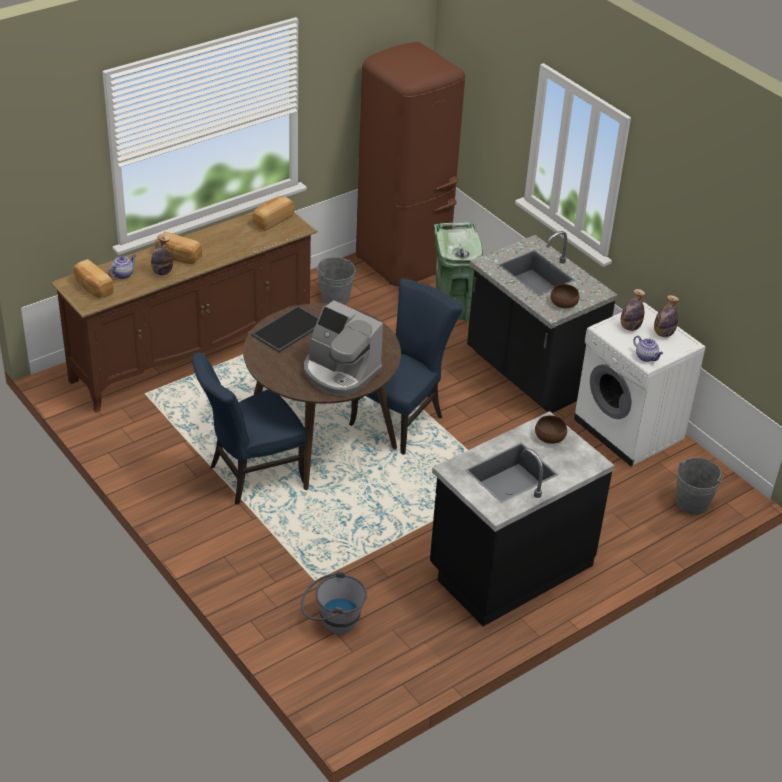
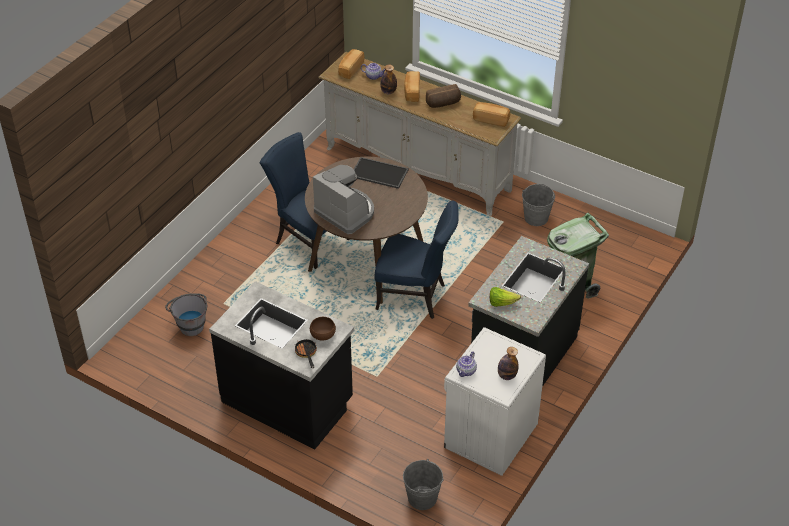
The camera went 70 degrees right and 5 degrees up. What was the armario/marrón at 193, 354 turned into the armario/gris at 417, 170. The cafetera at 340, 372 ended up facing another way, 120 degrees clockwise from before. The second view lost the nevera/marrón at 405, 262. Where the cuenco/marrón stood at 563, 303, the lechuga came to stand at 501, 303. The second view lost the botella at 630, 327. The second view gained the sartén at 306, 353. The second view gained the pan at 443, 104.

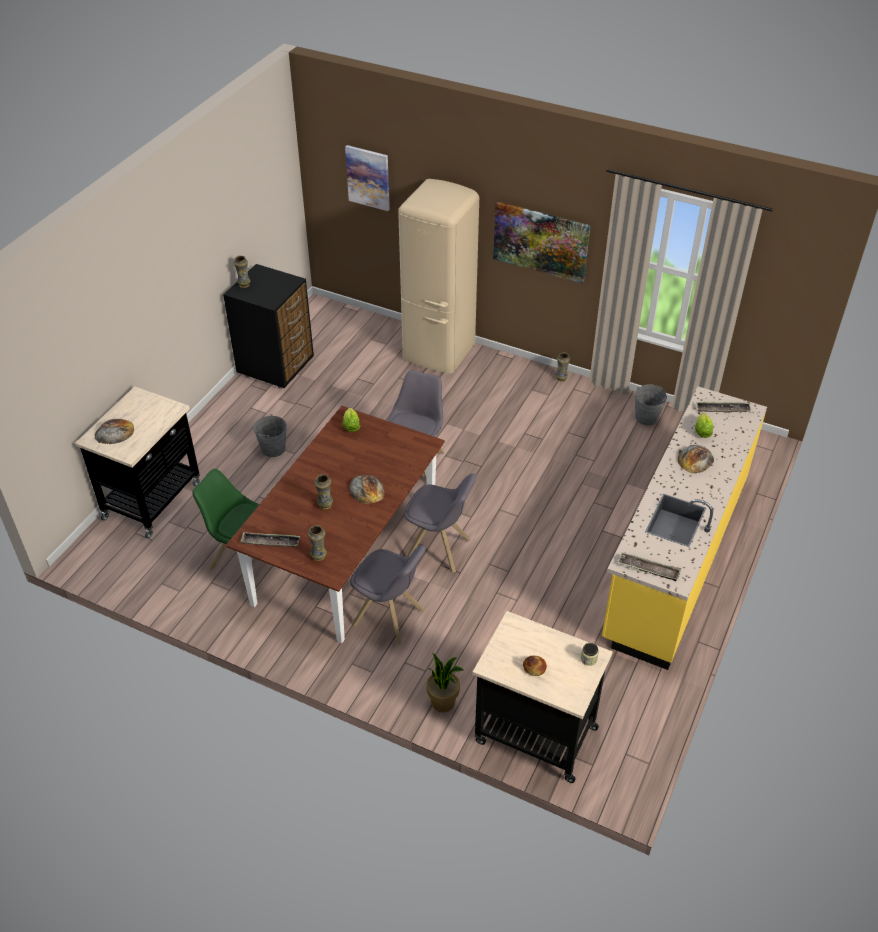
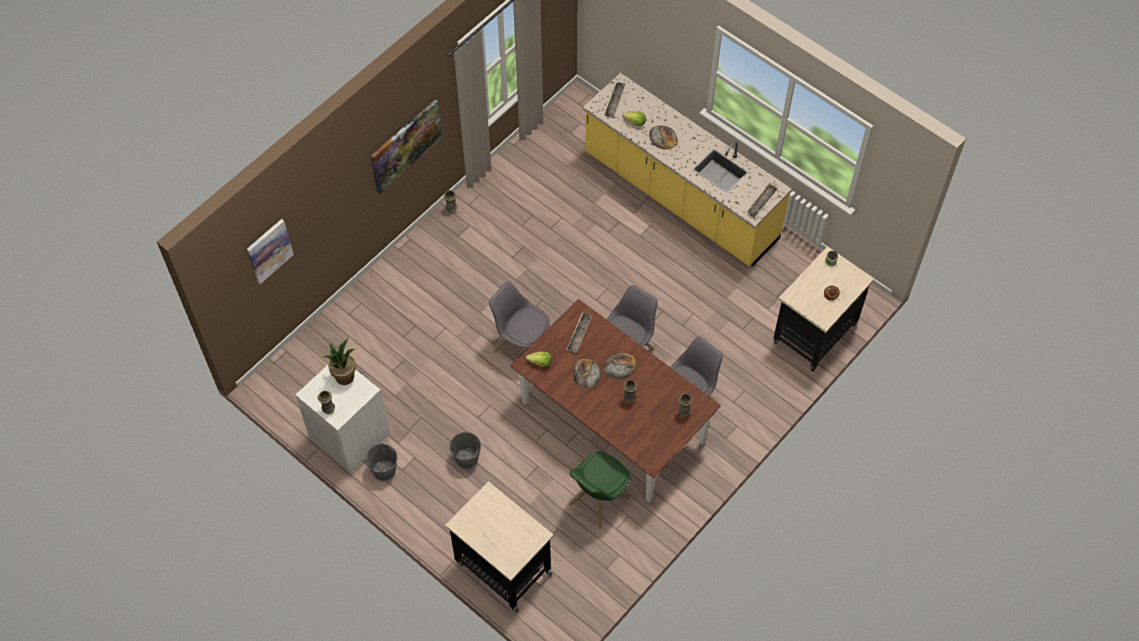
The camera went 75 degrees left and 15 degrees up. The pan ended up elsewhere, having gone from 114, 432 to 586, 373. What was the cómoda/negro at 276, 368 turned into the cómoda/blanco at 351, 438. The bandeja ended up elsewhere, having gone from 270, 542 to 579, 334. The second view lost the nevera/beis at 438, 353. The planta en maceta ended up elsewhere, having gone from 443, 702 to 344, 376. The cubo/gris ended up elsewhere, having gone from 646, 417 to 384, 470.

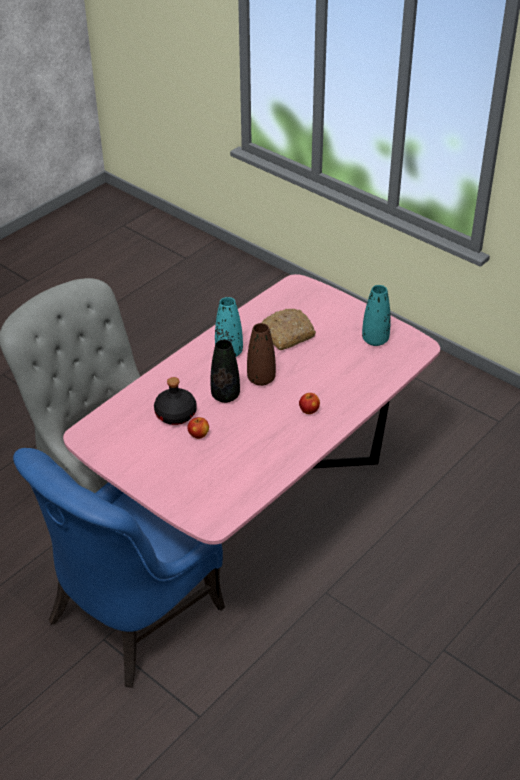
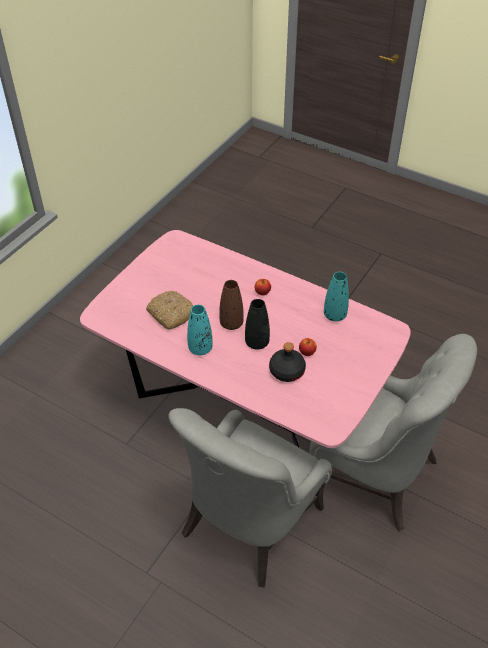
The camera went 100 degrees left and 5 degrees up. What was the silla/azul at 133, 615 turned into the silla/gris at 375, 472. The florero/turquesa ended up elsewhere, having gone from 375, 340 to 334, 315.

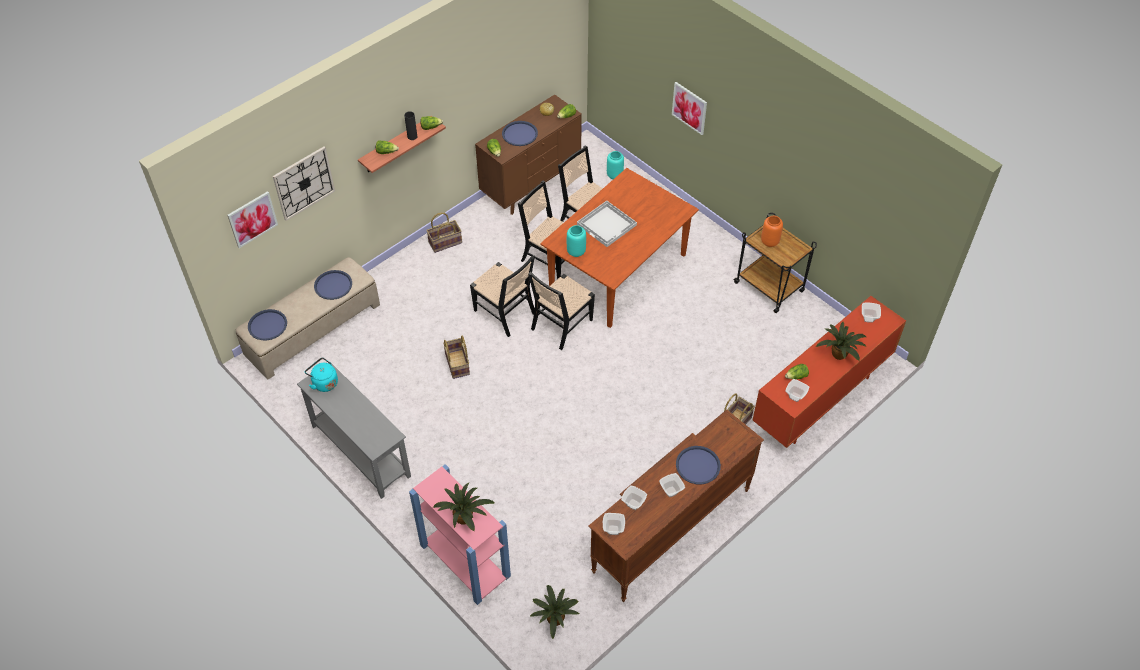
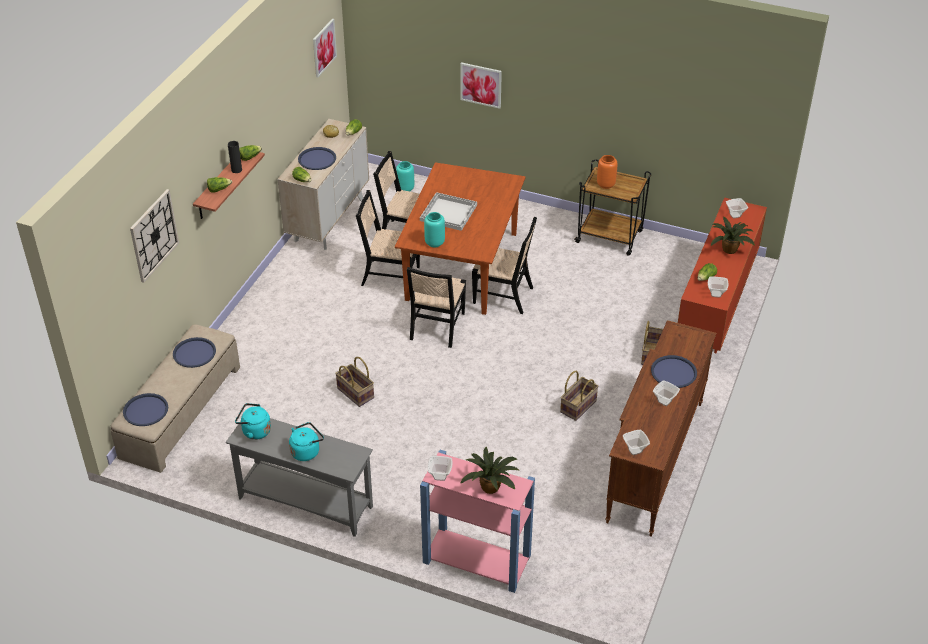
The camera went 25 degrees left and 10 degrees down. The cuadro ended up elsewhere, having gone from 252, 219 to 324, 47. The cesta ended up elsewhere, having gone from 445, 242 to 578, 406. The silla ended up elsewhere, having gone from 504, 312 to 503, 296. What was the cómoda/marrón at 531, 185 turned into the cómoda/blanco at 328, 220. The second view lost the planta en maceta at 554, 618. The cuenco ended up elsewhere, having gone from 633, 504 to 440, 475. The second view gained the hervidor/turquesa at 306, 451.

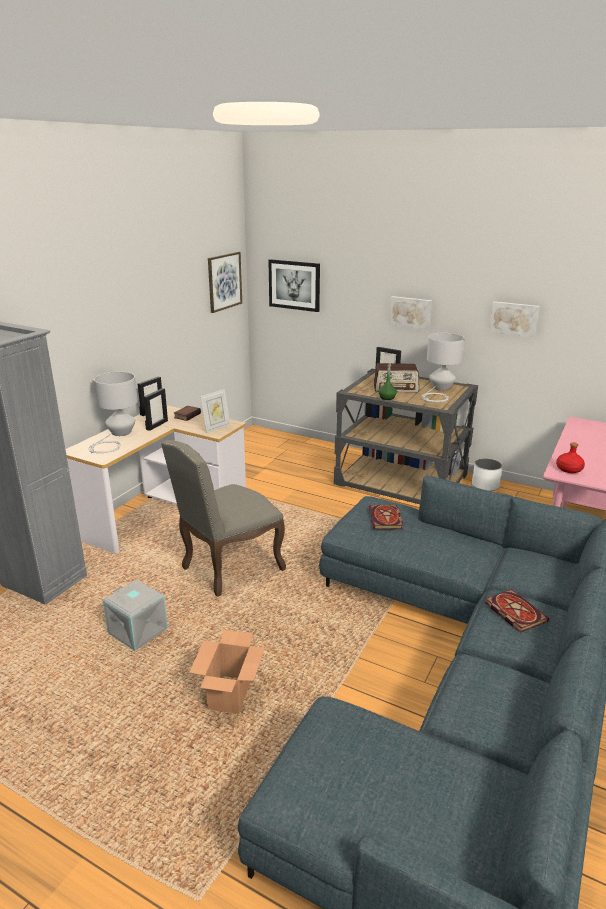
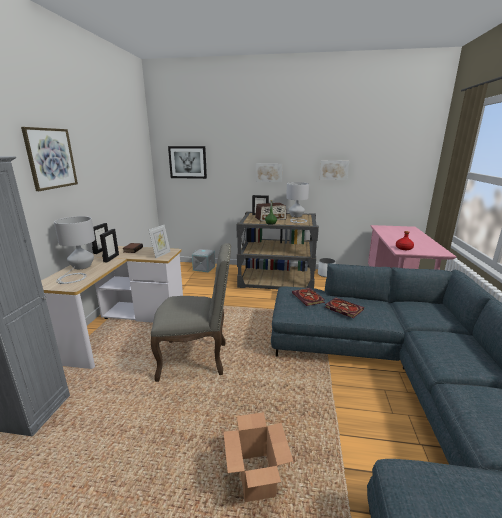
The camera went 20 degrees left and 5 degrees down. The caja de almacenaje/gris ended up elsewhere, having gone from 139, 631 to 204, 268. The silla/gris at 229, 568 ended up facing another way, 120 degrees counterclockwise from before. The cuadro ended up elsewhere, having gone from 224, 281 to 51, 158. The libro ended up elsewhere, having gone from 513, 612 to 342, 308.

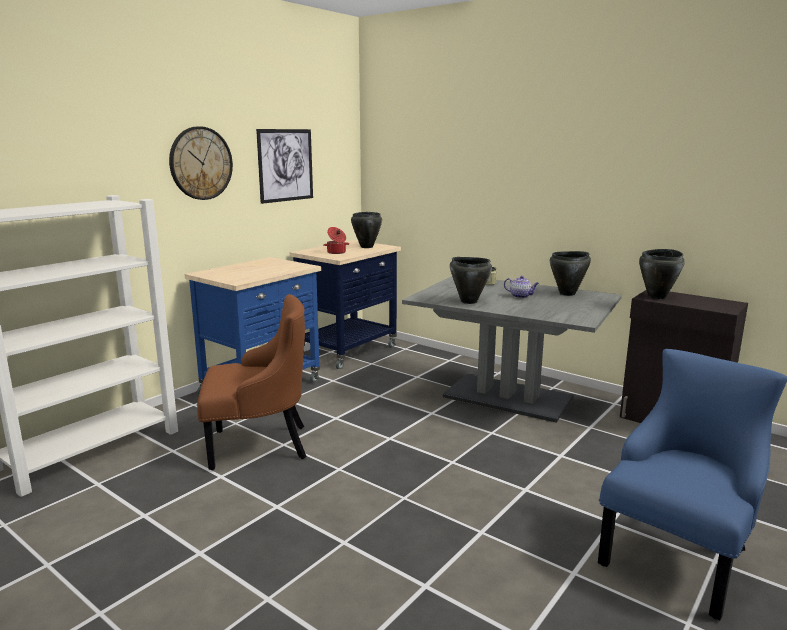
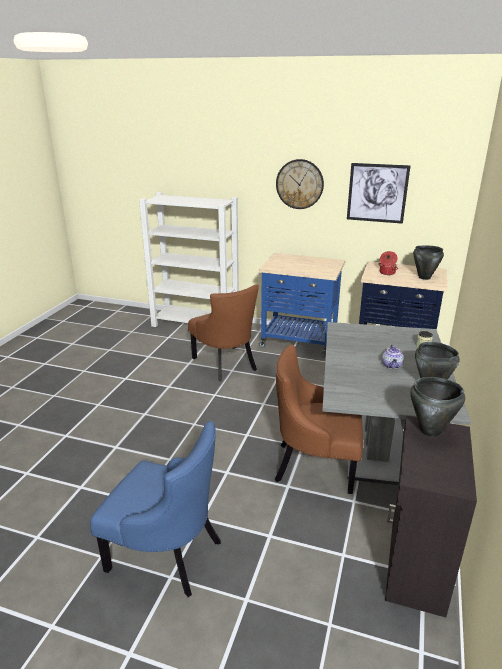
The camera went 70 degrees right and 10 degrees up. The second view lost the olla/negro at 468, 301. The second view gained the silla/marrón at 316, 466.

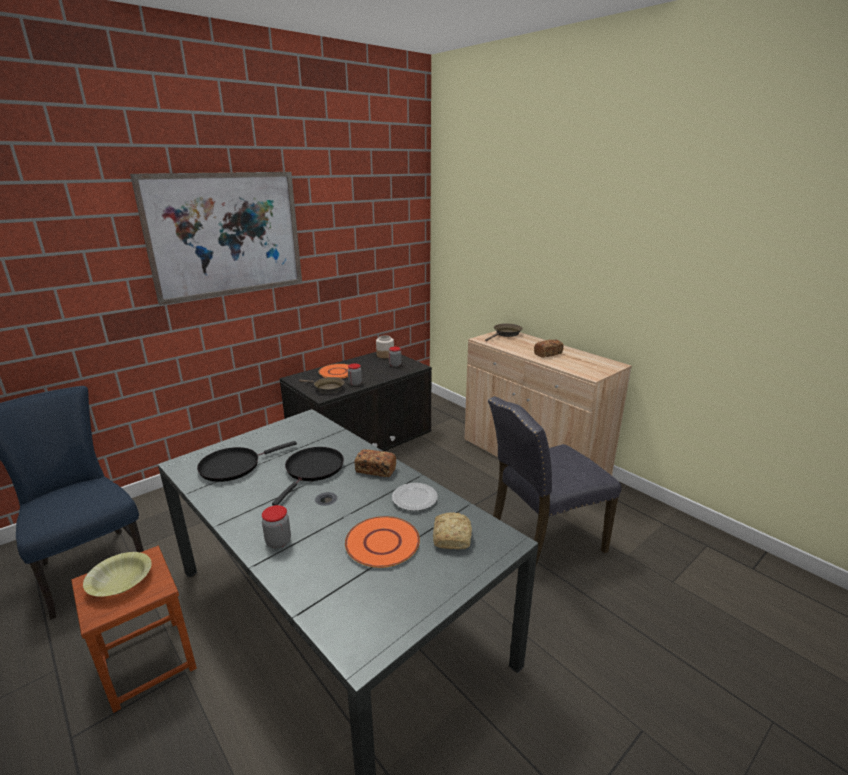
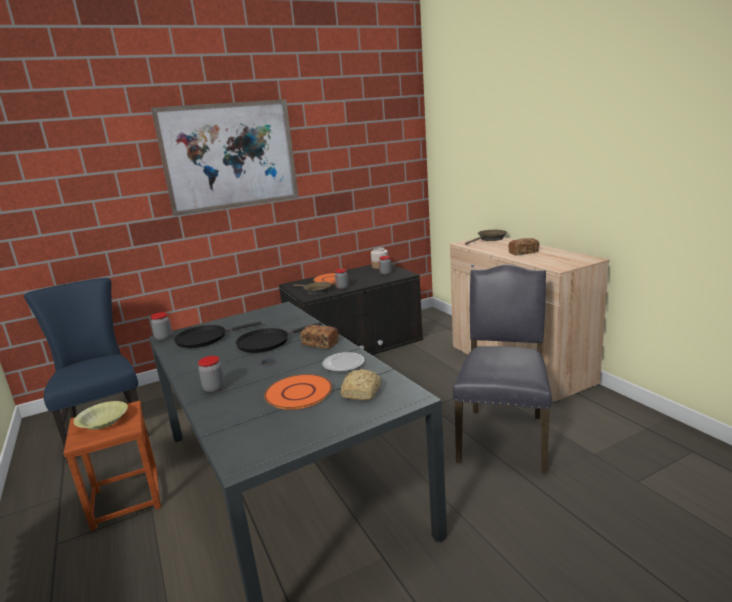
The camera went 15 degrees right and 5 degrees down. The sartén/negro at 313, 470 ended up facing another way, 150 degrees counterclockwise from before. The silla/gris at 542, 542 ended up facing another way, 120 degrees clockwise from before. The second view gained the tarro at 164, 338.

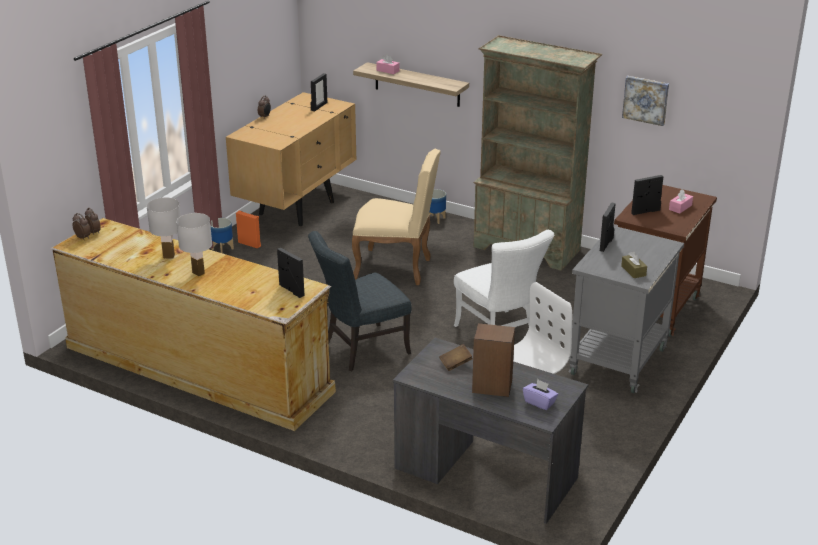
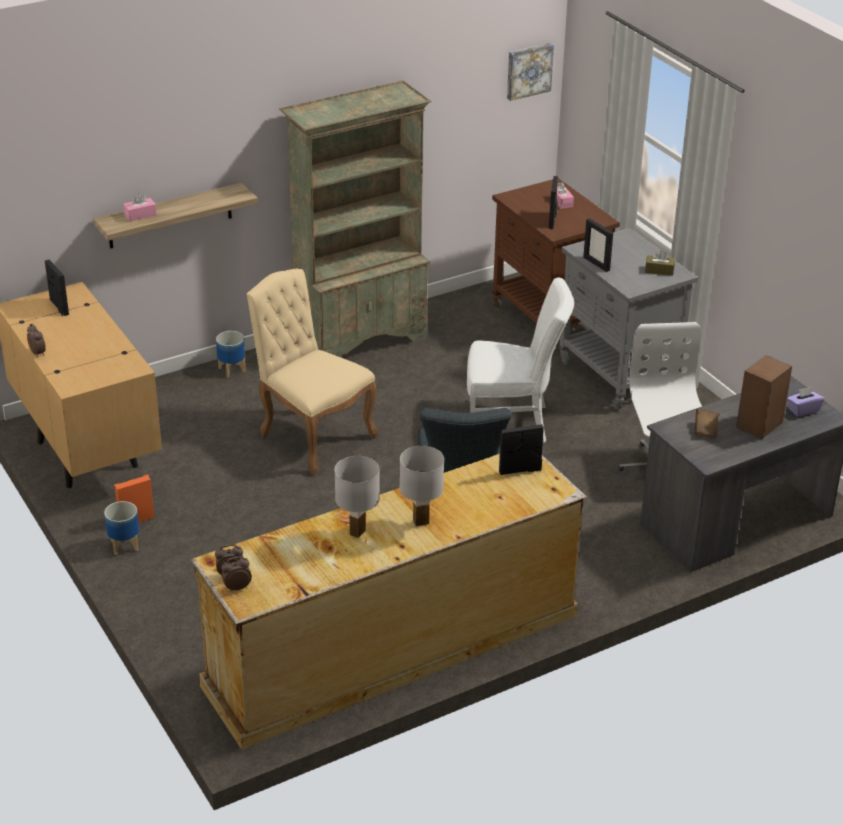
The camera went 60 degrees left and 5 degrees up. The silla/beis at 395, 269 ended up facing another way, 90 degrees counterclockwise from before. The cuadro ended up elsewhere, having gone from 646, 100 to 528, 70.

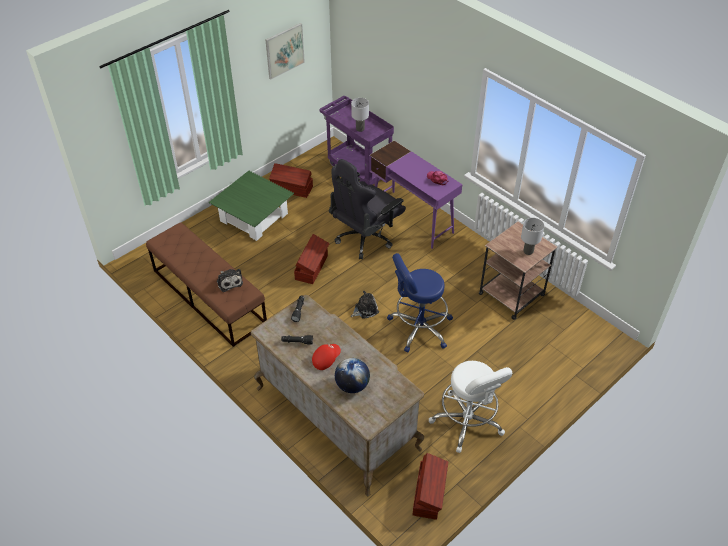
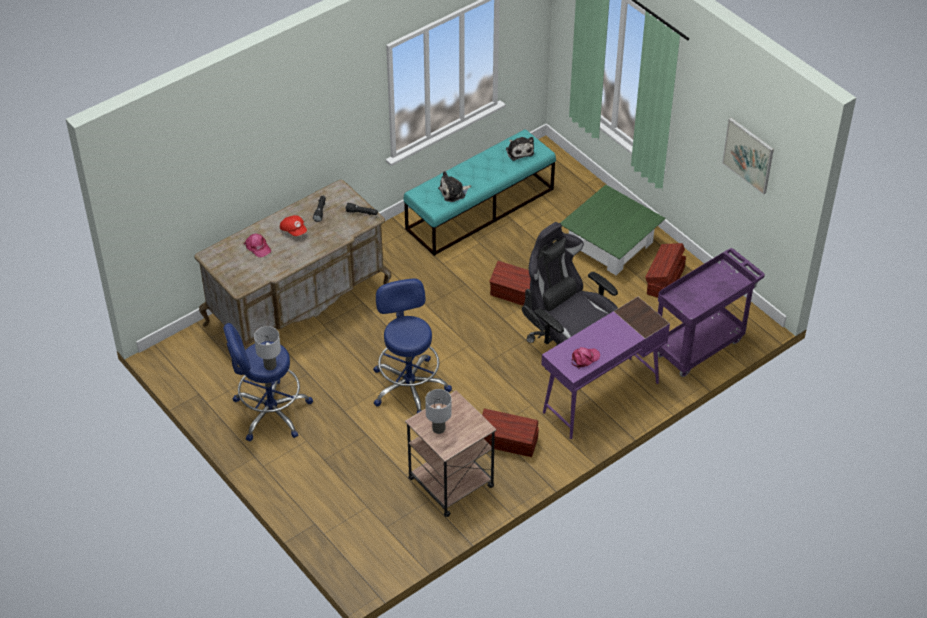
The camera went 95 degrees right and 0 degrees up. What was the banco/marrón at 208, 296 turned into the banco/turquesa at 480, 209. Where the globo terráqueo stood at 352, 385, the gorra/rosa came to stand at 257, 247. The lámpara de mesa/blanco ended up elsewhere, having gone from 359, 129 to 270, 366. The peluche ended up elsewhere, having gone from 365, 309 to 519, 151. The caja de almacenaje/marrón ended up elsewhere, having gone from 429, 493 to 508, 442. What was the taburete/blanco at 467, 422 turned into the taburete/azul at 270, 412.

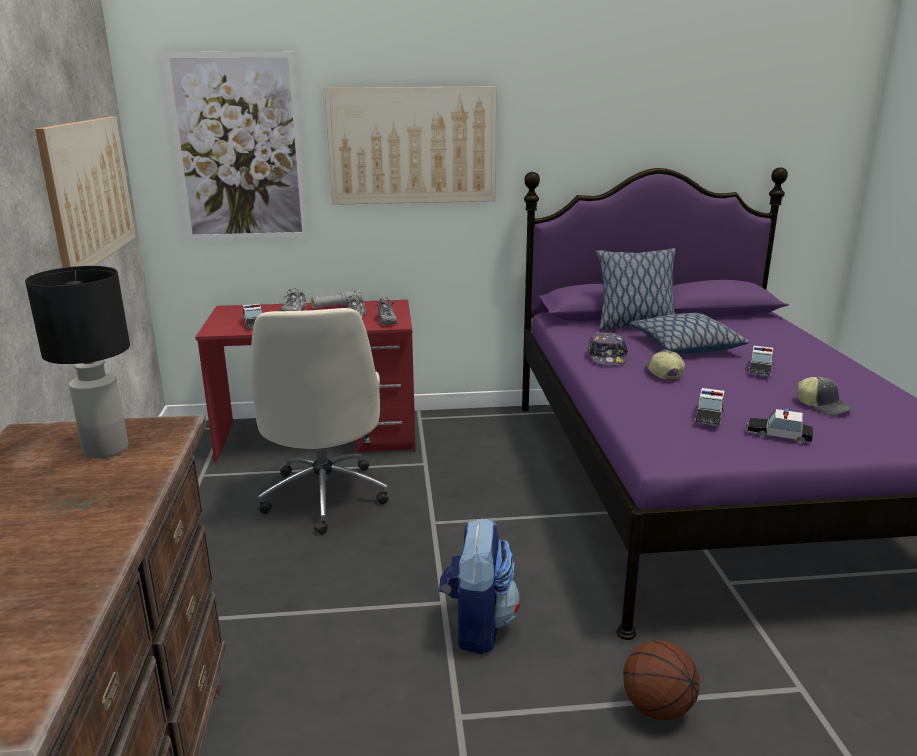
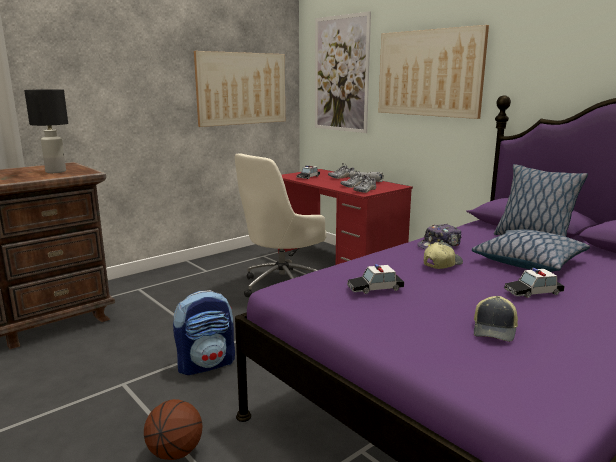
The camera went 55 degrees right and 5 degrees down. The second view lost the coche de juguete at 778, 435.

